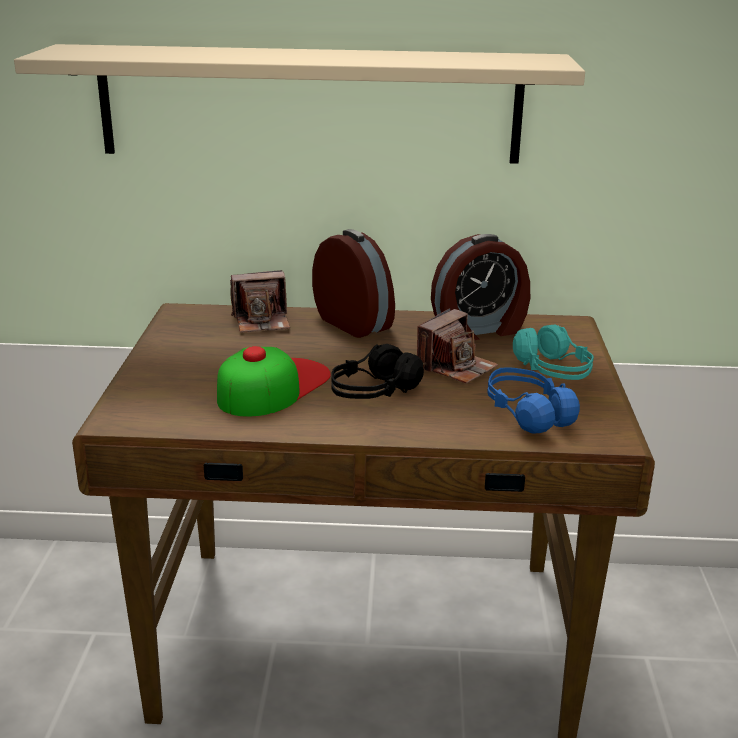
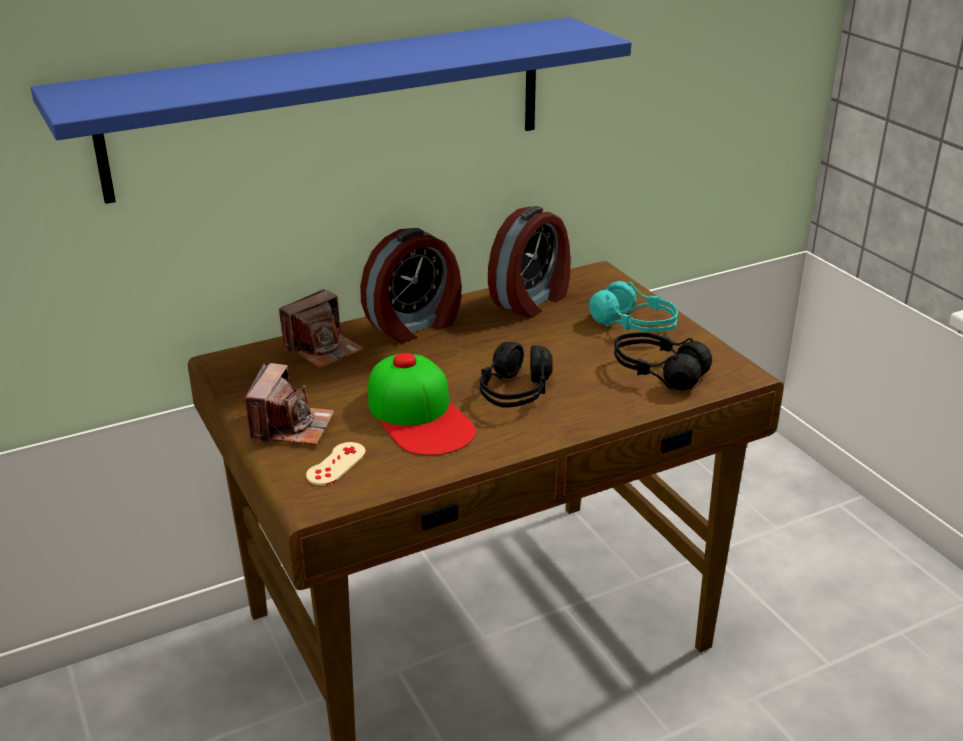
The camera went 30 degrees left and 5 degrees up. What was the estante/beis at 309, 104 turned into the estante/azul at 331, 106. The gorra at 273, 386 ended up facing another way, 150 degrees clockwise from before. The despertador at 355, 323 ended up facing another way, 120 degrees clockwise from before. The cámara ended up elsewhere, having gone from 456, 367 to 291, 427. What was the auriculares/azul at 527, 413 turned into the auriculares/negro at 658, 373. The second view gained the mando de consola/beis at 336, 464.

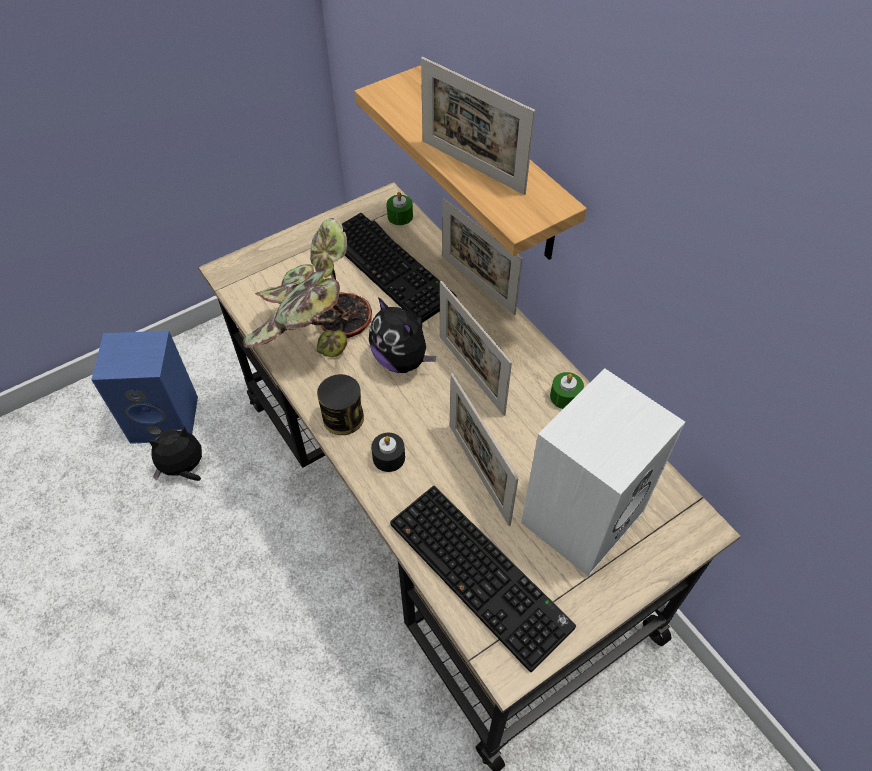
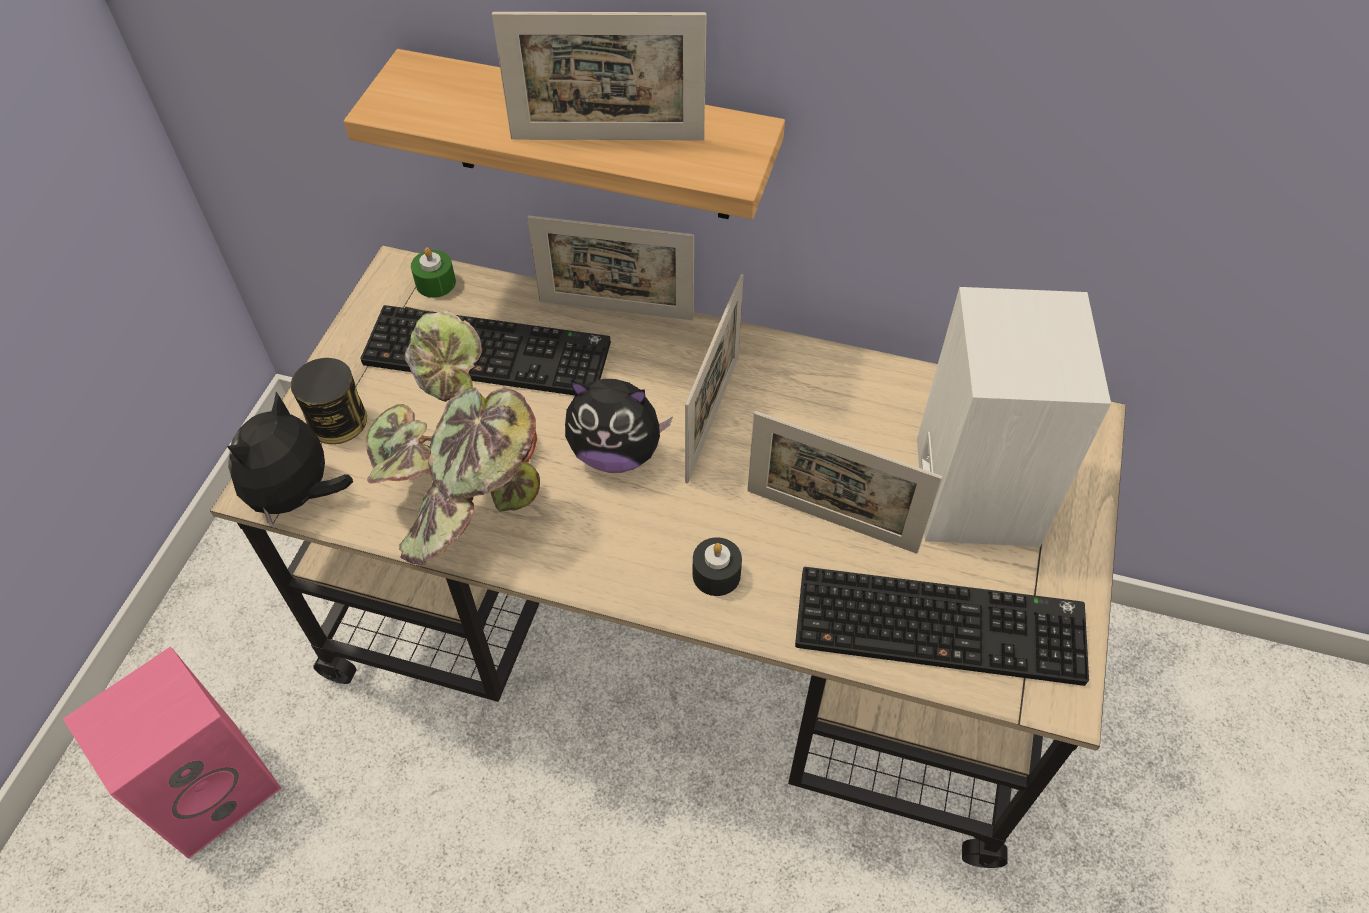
The camera went 40 degrees left and 0 degrees up. What was the altavoz/azul at 166, 418 turned into the altavoz/rosa at 214, 785. The peluche ended up elsewhere, having gone from 184, 469 to 298, 496. The lata ended up elsewhere, having gone from 343, 418 to 338, 421. The portarretratos at 471, 374 ended up facing another way, 90 degrees counterclockwise from before. The second view lost the vela/verde at 565, 396.

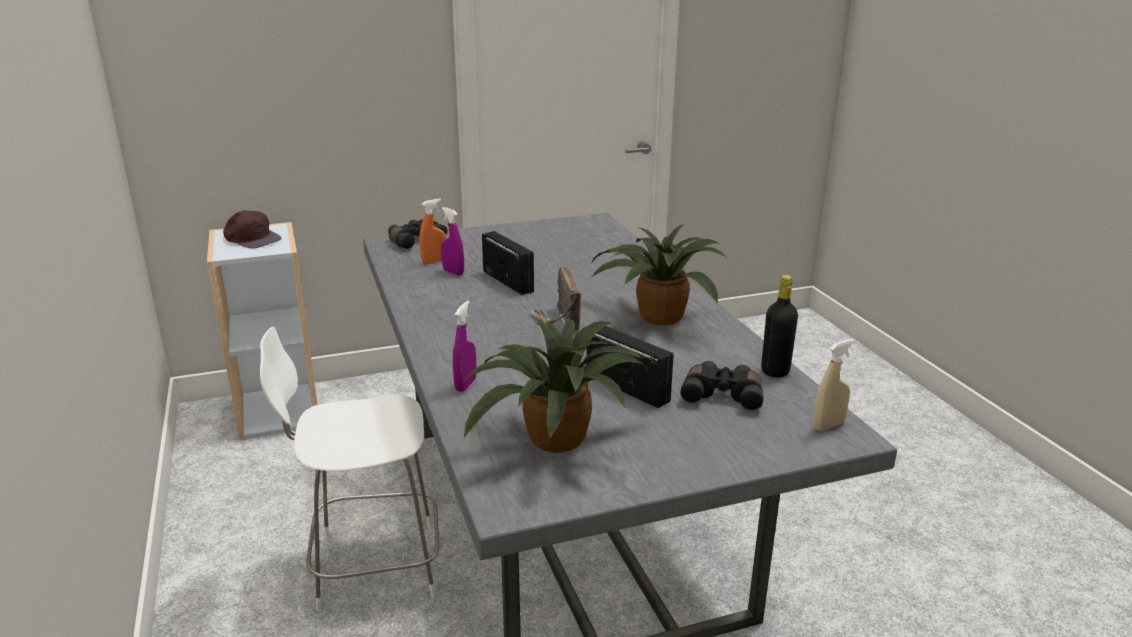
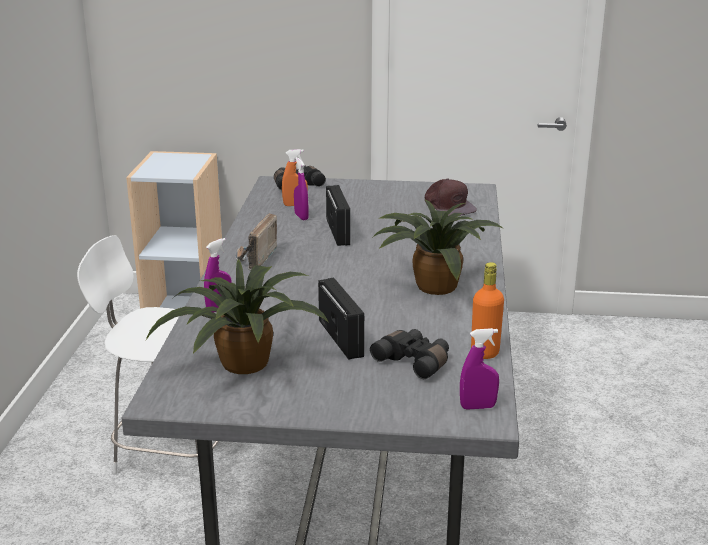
The camera went 25 degrees right and 0 degrees up. The gorra/marrón ended up elsewhere, having gone from 251, 238 to 449, 206. The radio ended up elsewhere, having gone from 558, 321 to 254, 259. What was the botella/negro at 775, 371 turned into the botella/naranja at 485, 353. What was the pulverizador/beis at 828, 425 turned into the pulverizador/morado at 477, 407.

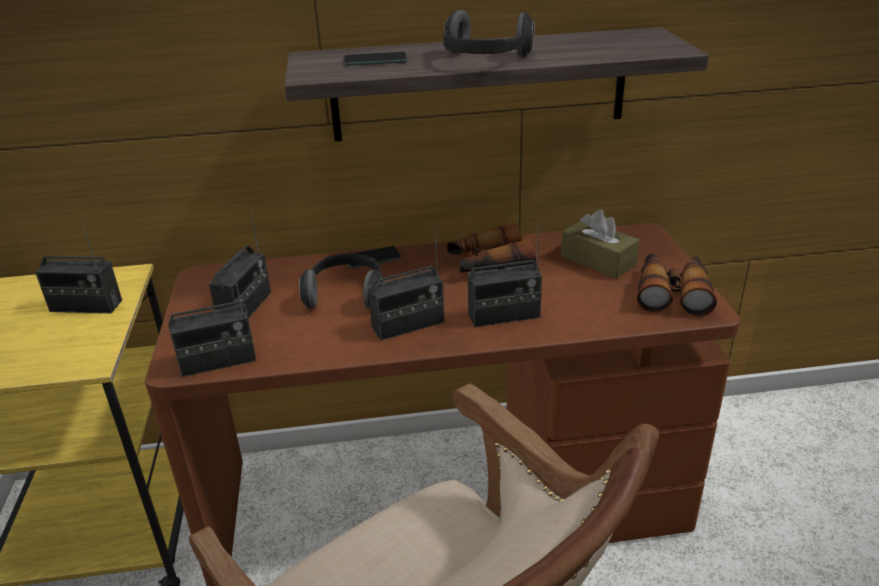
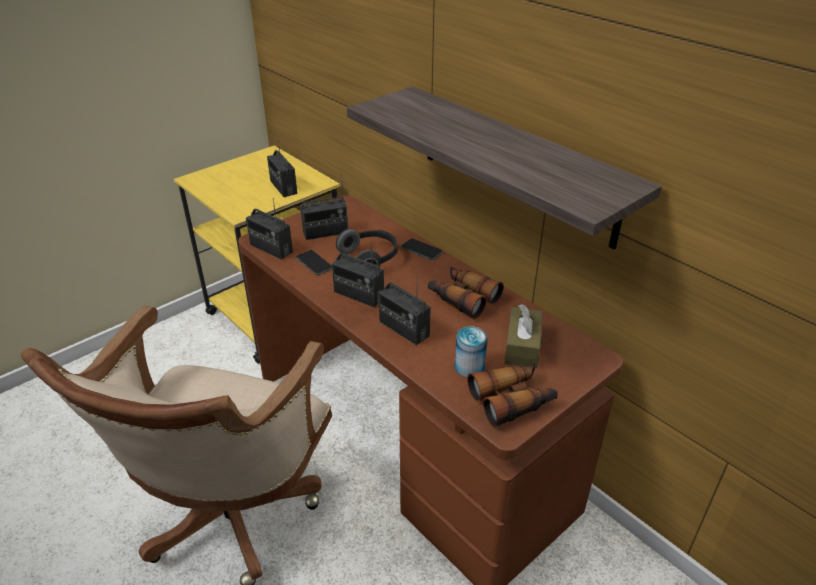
The camera went 55 degrees right and 5 degrees up. The móvil ended up elsewhere, having gone from 375, 60 to 314, 263. The second view lost the auriculares at 484, 60. The second view gained the lata at 469, 367.

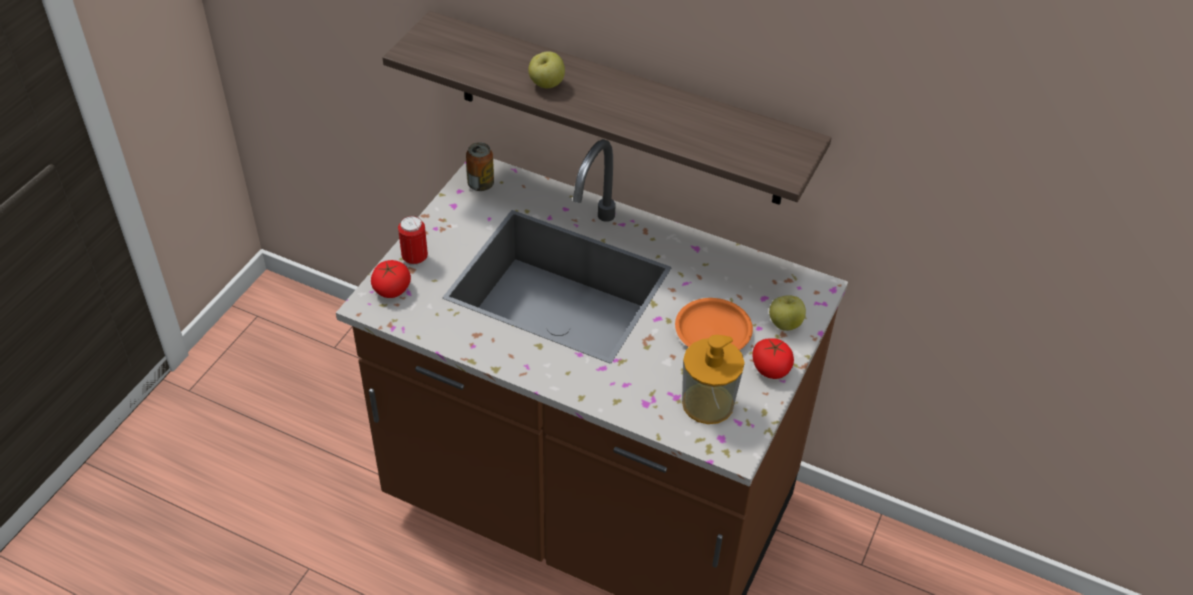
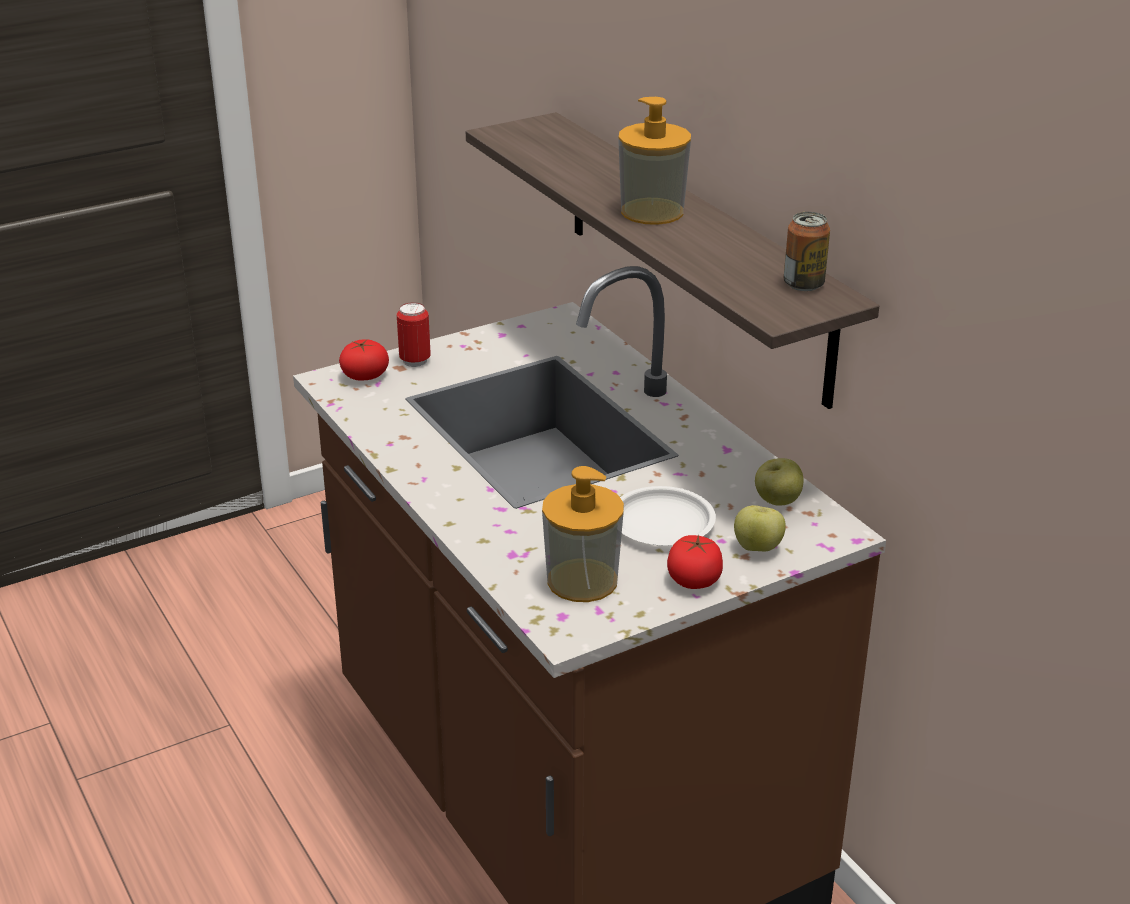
The camera went 35 degrees right and 15 degrees down. The lata ended up elsewhere, having gone from 481, 184 to 803, 284. The manzana ended up elsewhere, having gone from 547, 85 to 777, 501. What was the plato/naranja at 713, 331 turned into the plato/blanco at 663, 523. The second view gained the dispensador de jabón at 652, 211.

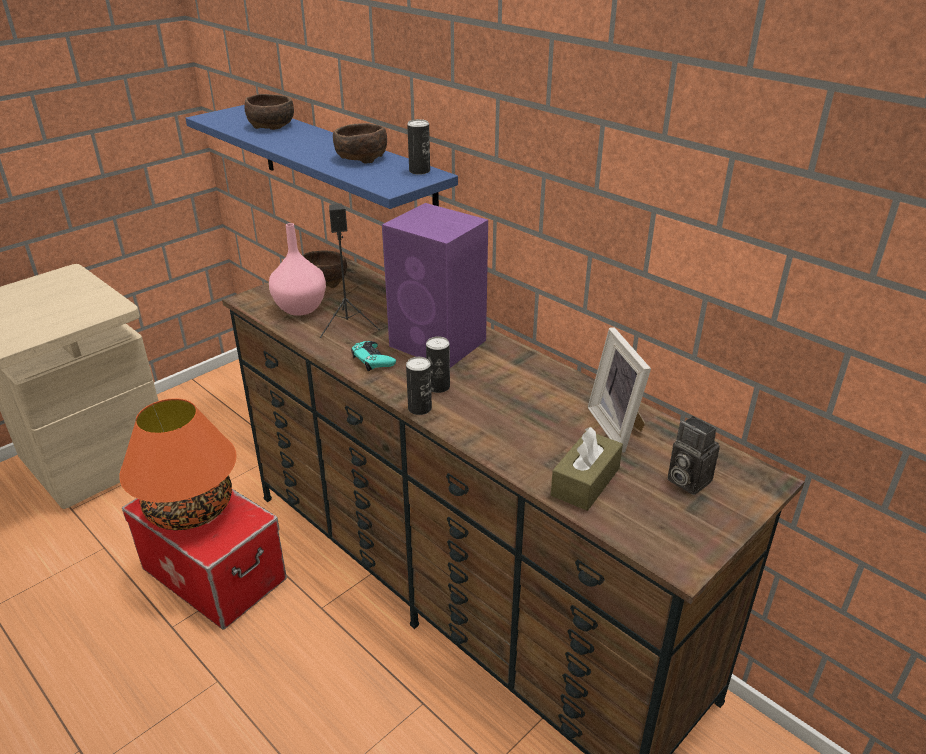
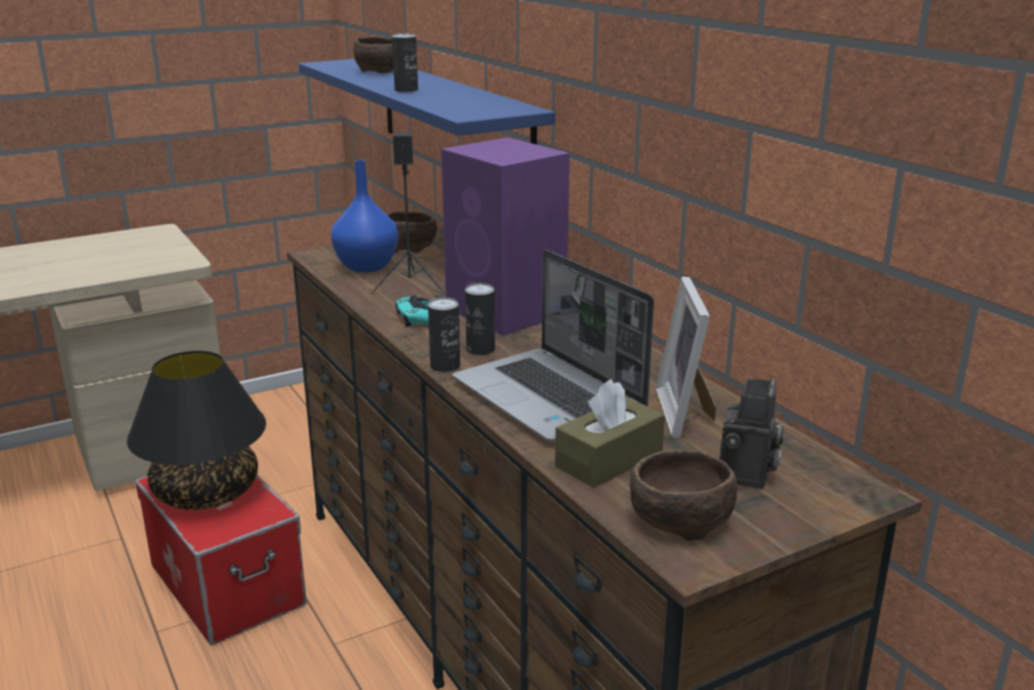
The camera went 15 degrees right and 10 degrees down. What was the lámpara de mesa/naranja at 190, 510 turned into the lámpara de mesa/negro at 206, 493. What was the florero/rosa at 299, 309 turned into the florero/azul at 365, 267. The cuenco/marrón ended up elsewhere, having gone from 360, 158 to 678, 519. The lata ended up elsewhere, having gone from 419, 171 to 406, 90. The cámara at 685, 480 ended up facing another way, 135 degrees counterclockwise from before. The second view gained the portátil at 551, 397.

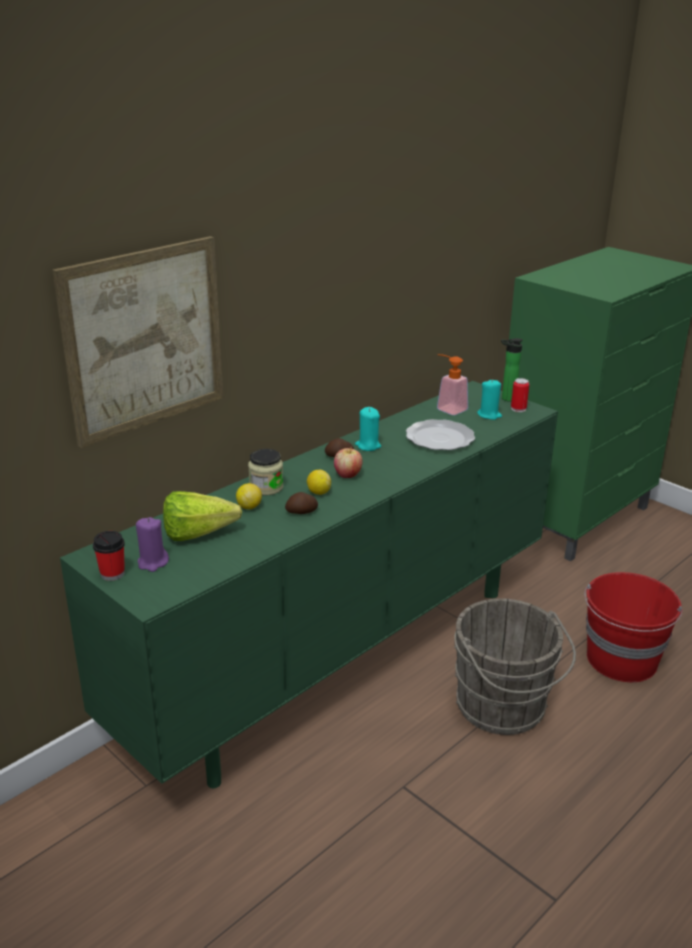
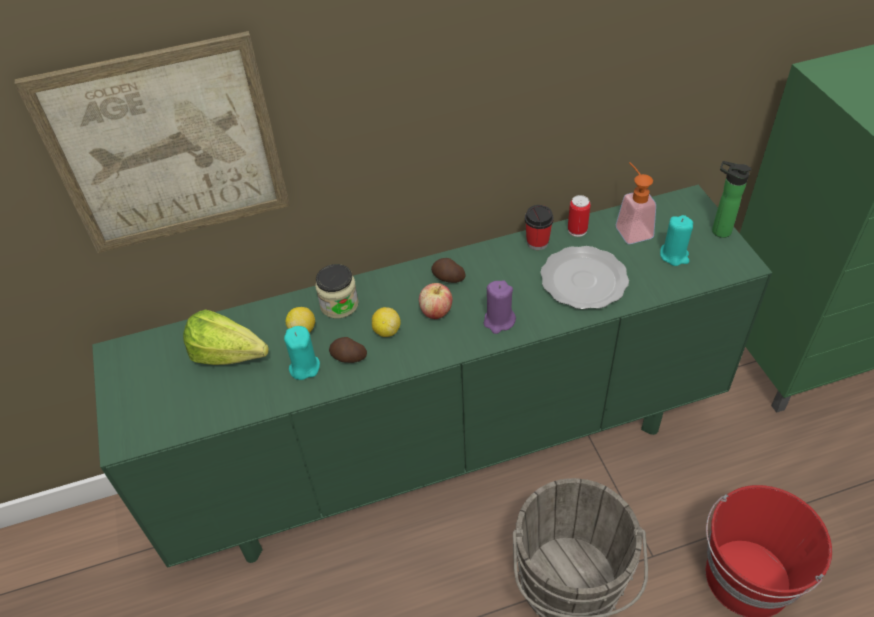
The camera went 30 degrees right and 20 degrees up. The taza ended up elsewhere, having gone from 112, 574 to 537, 242. The vela/morado ended up elsewhere, having gone from 153, 562 to 499, 321. The vela/turquesa ended up elsewhere, having gone from 368, 446 to 304, 367. The lata ended up elsewhere, having gone from 518, 409 to 577, 230.

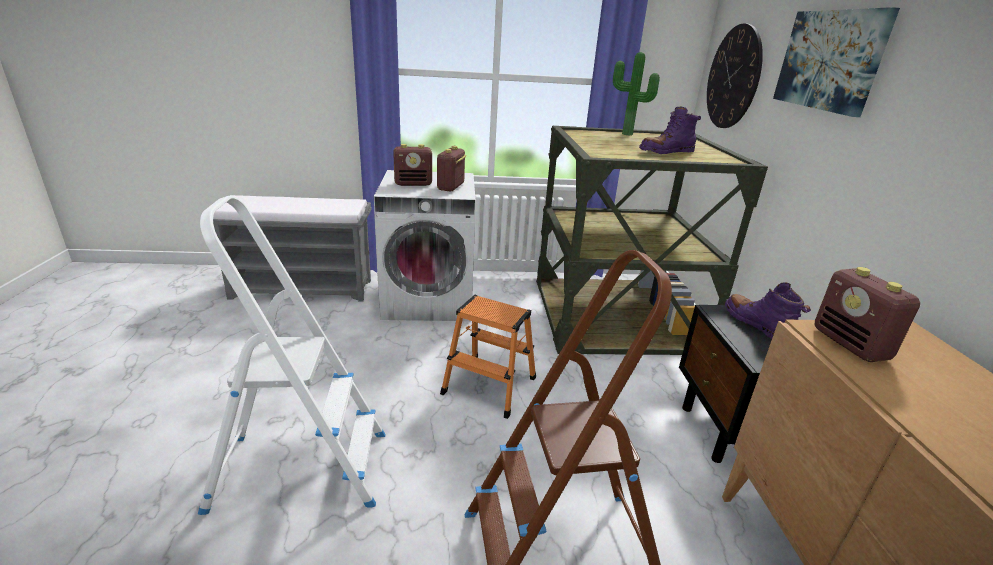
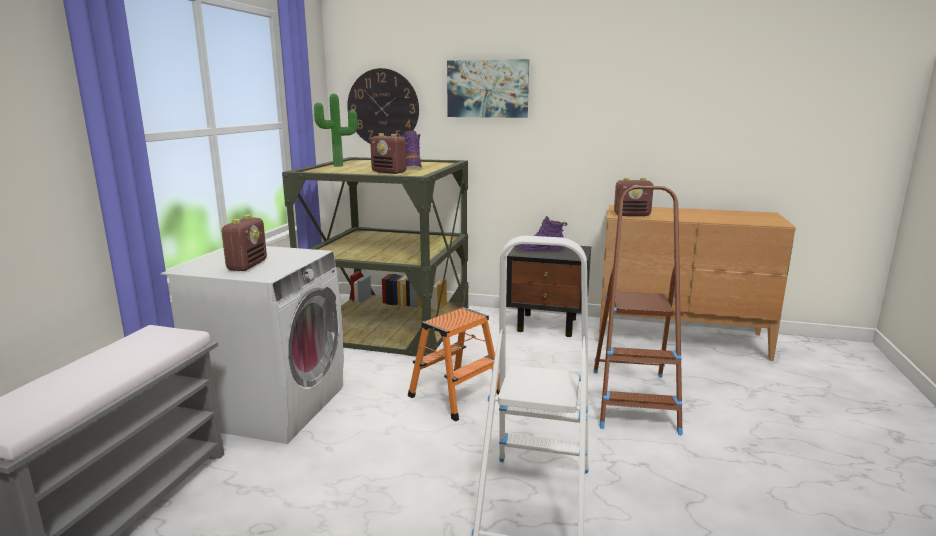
The camera went 70 degrees left and 10 degrees down. The radio ended up elsewhere, having gone from 451, 187 to 389, 172.

